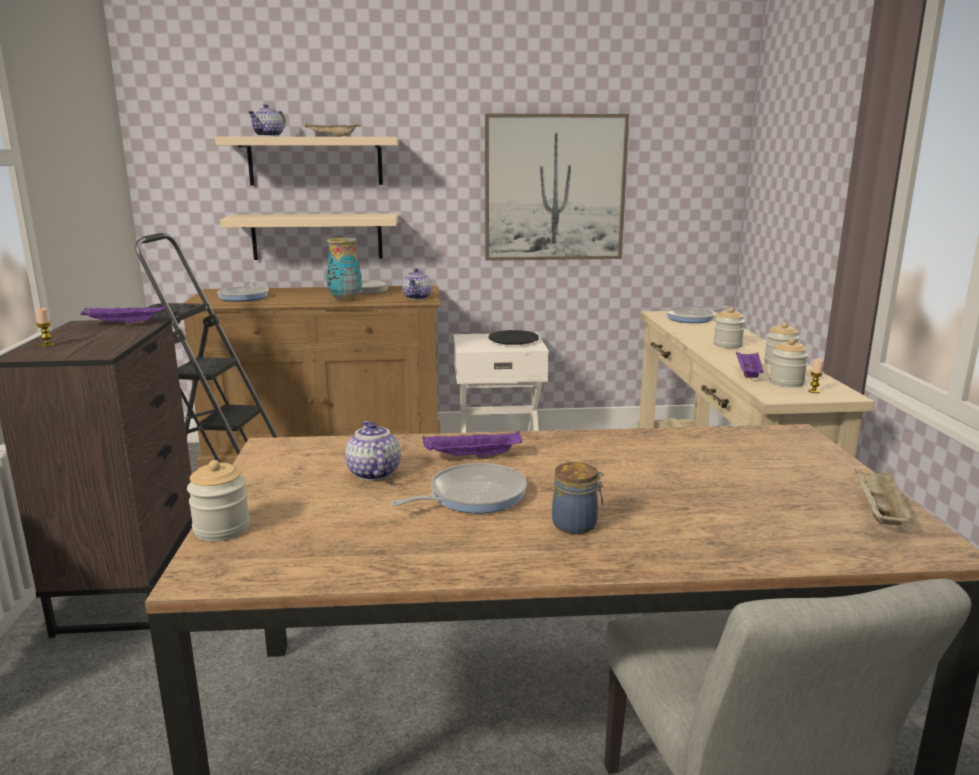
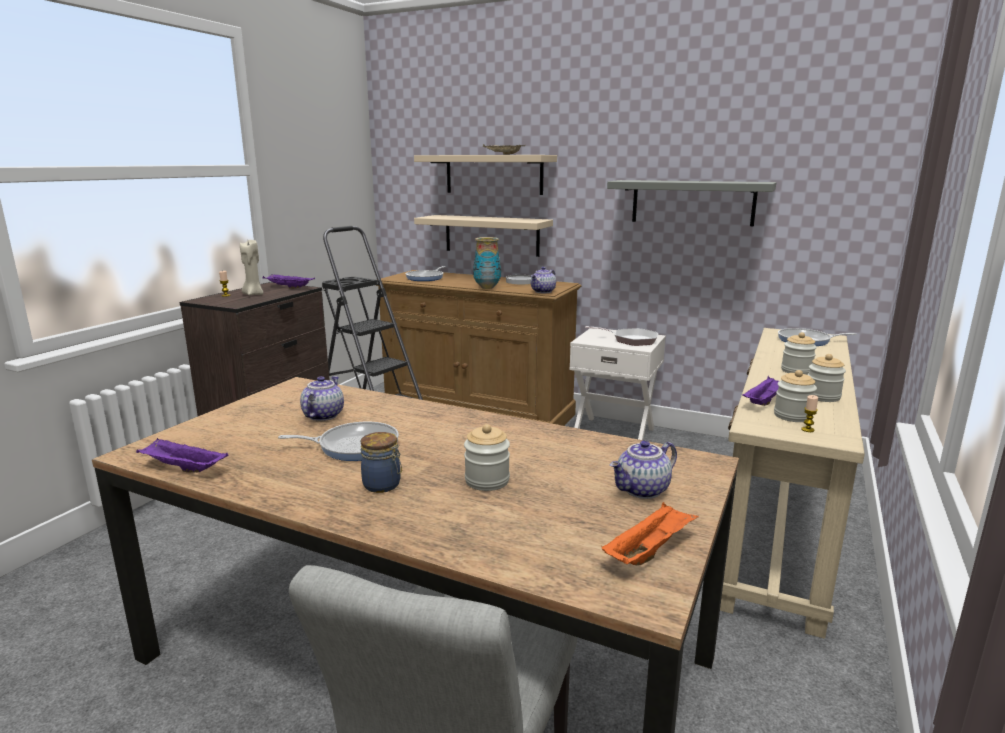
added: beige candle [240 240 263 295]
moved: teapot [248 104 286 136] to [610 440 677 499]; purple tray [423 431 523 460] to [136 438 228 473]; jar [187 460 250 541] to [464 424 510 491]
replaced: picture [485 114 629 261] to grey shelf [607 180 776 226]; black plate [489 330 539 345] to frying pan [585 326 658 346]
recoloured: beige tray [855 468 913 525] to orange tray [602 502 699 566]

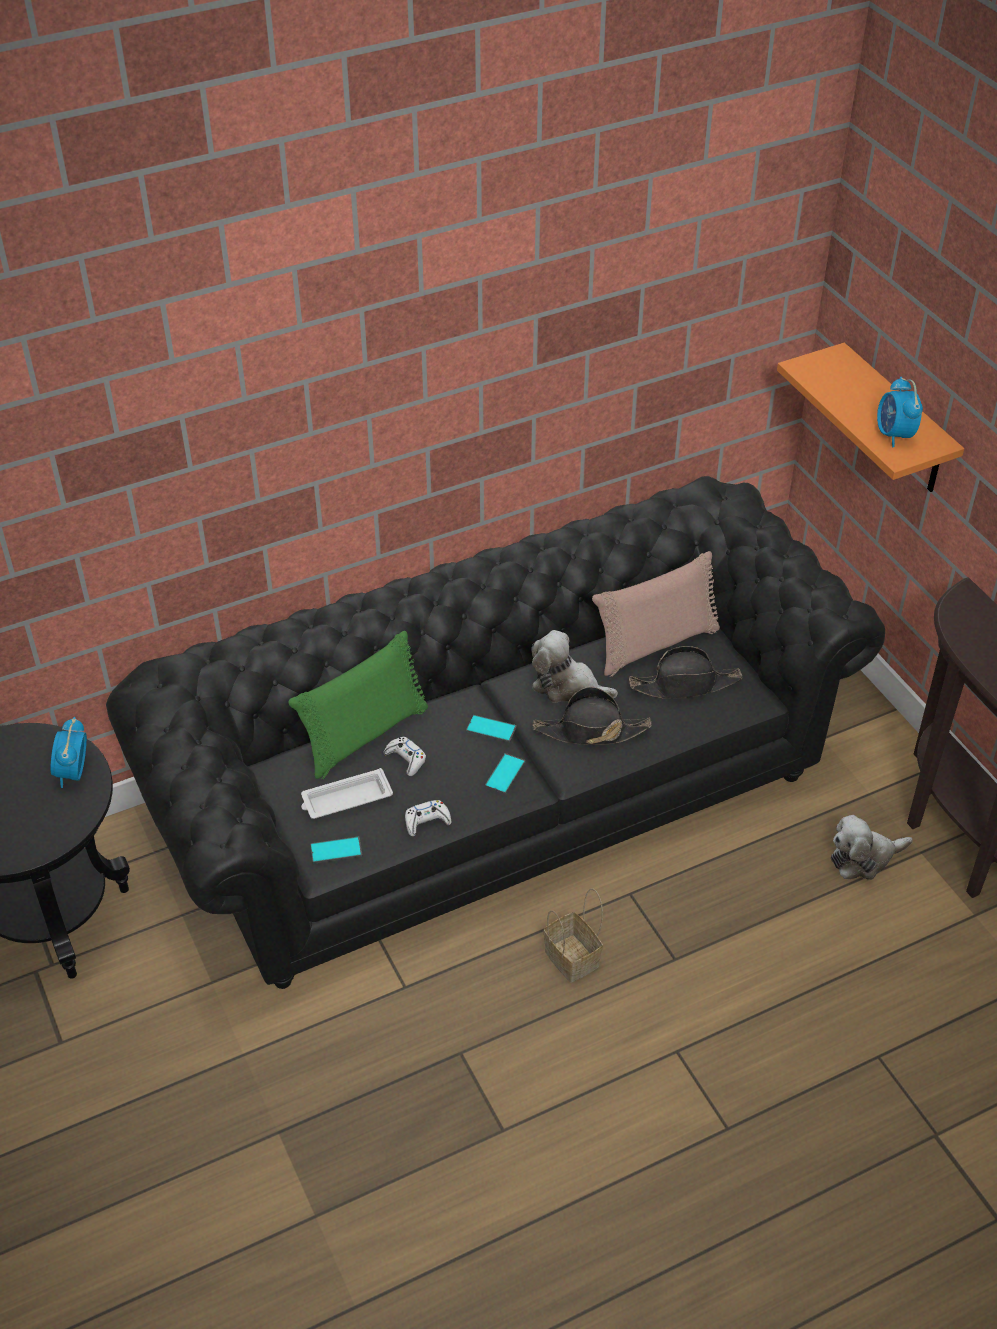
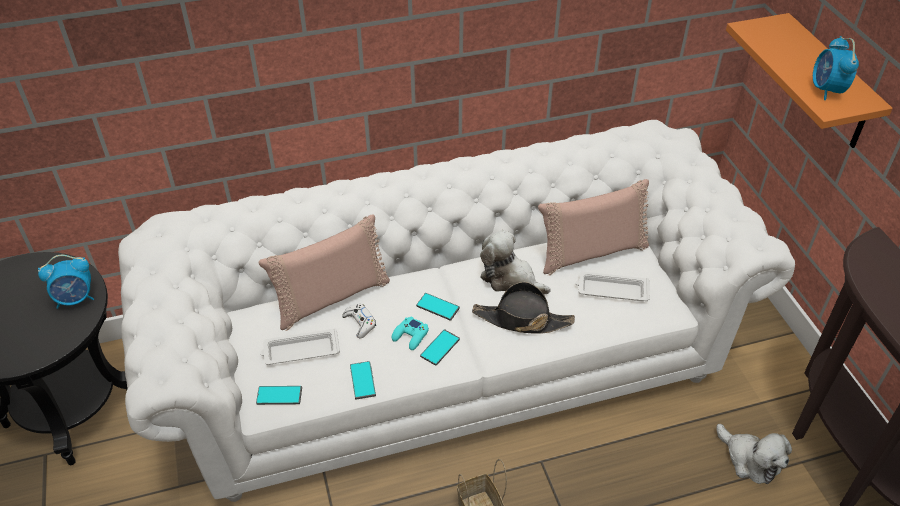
added: turquoise game controller [392 317 429 350]
replaced: black hat [629 646 743 698] to white tray [575 272 649 301]; white game controller [405 800 452 836] to phone [350 361 376 400]
recoloured: black sofa [106 476 885 989] to white sofa [118 120 795 502]; green pillow [288 631 428 779] to beige pillow [258 214 390 331]
turned: alarm clock [50 717 87 788] = [38 255 94 309] 120 degrees counterclockwise; plush toy [831 815 913 880] = [716 424 792 484] 120 degrees counterclockwise

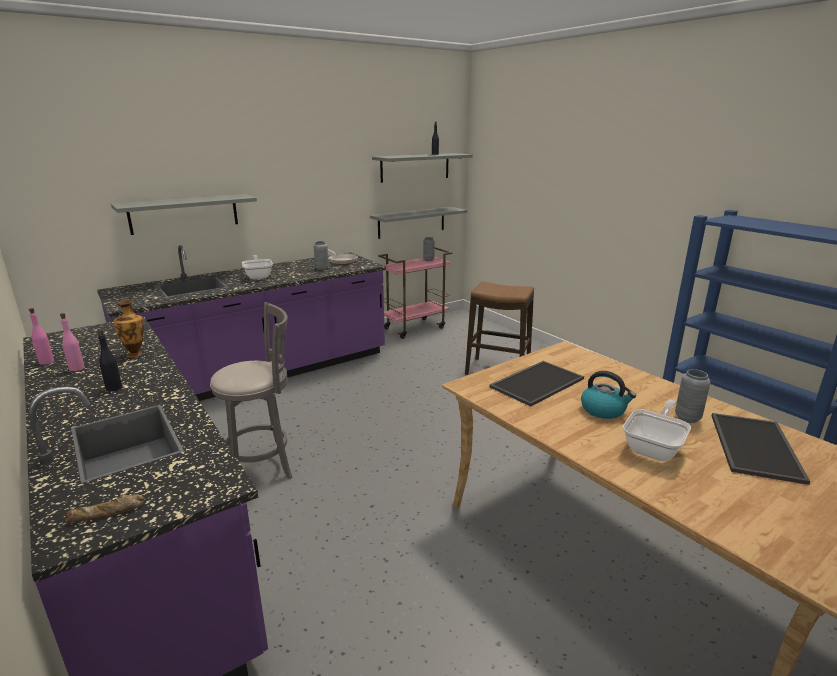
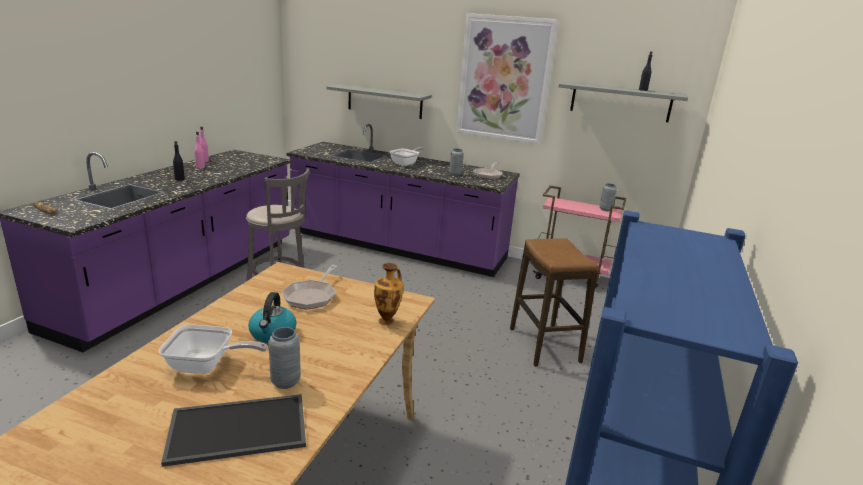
removed: grey shelf [370 207 467 239]
added: picture [456 13 558 144]
moved: vase [114 300 144 358] to [374 263 404 325]
replaced: tray [489 361 584 407] to frying pan [282 265 337 310]

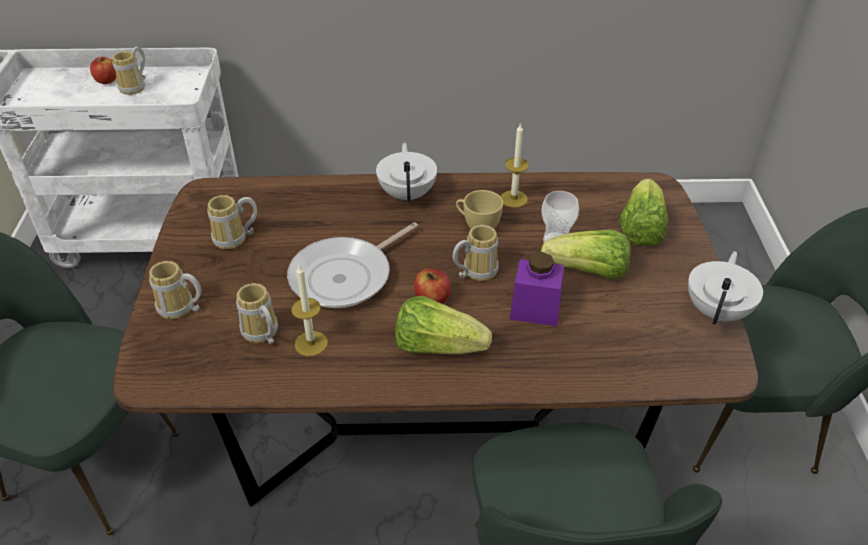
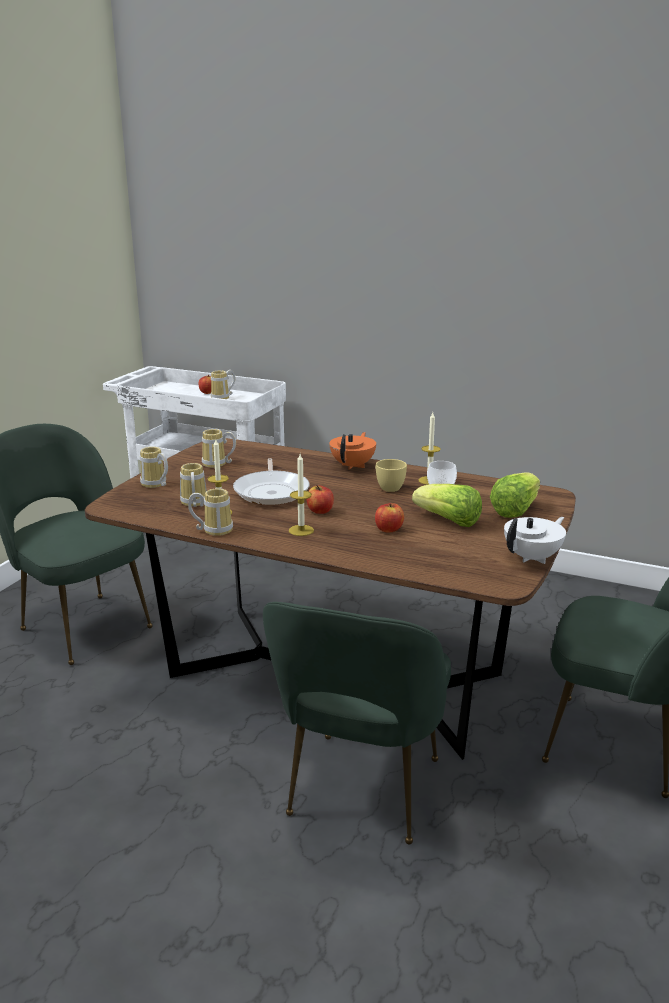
moved: mug [453 225 499 281] to [188 488 233 536]
replaced: purple jar [510 252 564 326] to apple [375 503 404 533]; lettuce [395 296 492 354] to candle [289 454 314 536]
recoloured: white teapot [376 142 437 204] to orange teapot [329 432 376 470]
turned: frying pan [287 222 418 308] = [233 458 310 505] 75 degrees counterclockwise

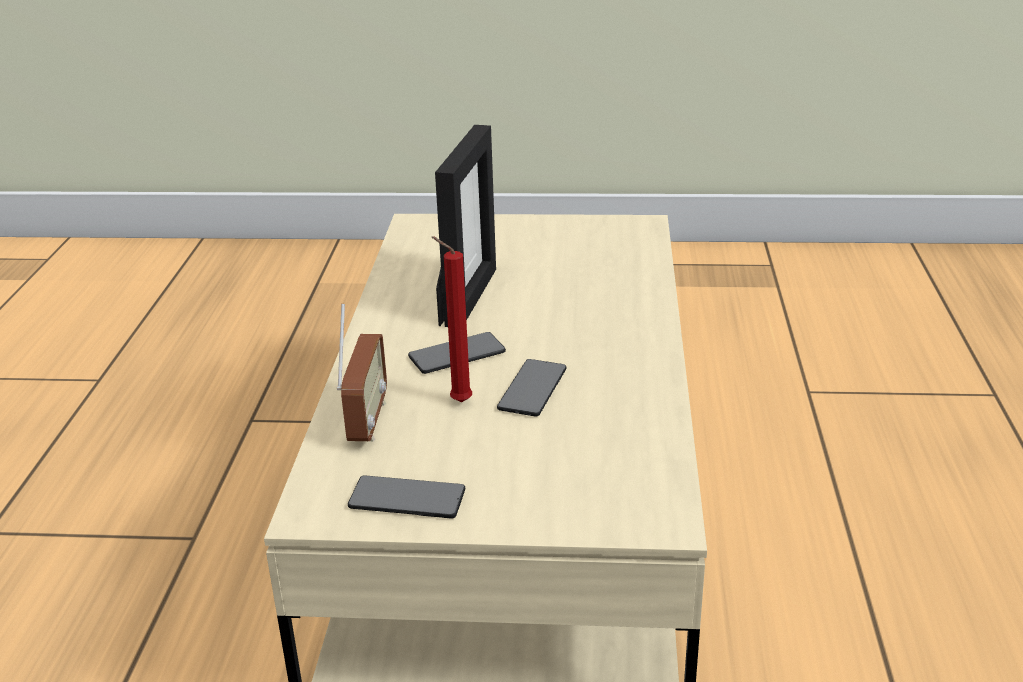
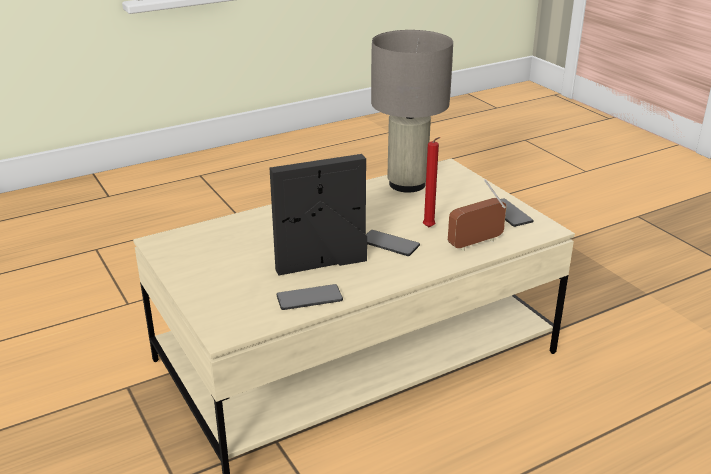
added: grey table lamp [371 30 453 193]
moved: phone [497 359 566 417] to [277 284 343 310]

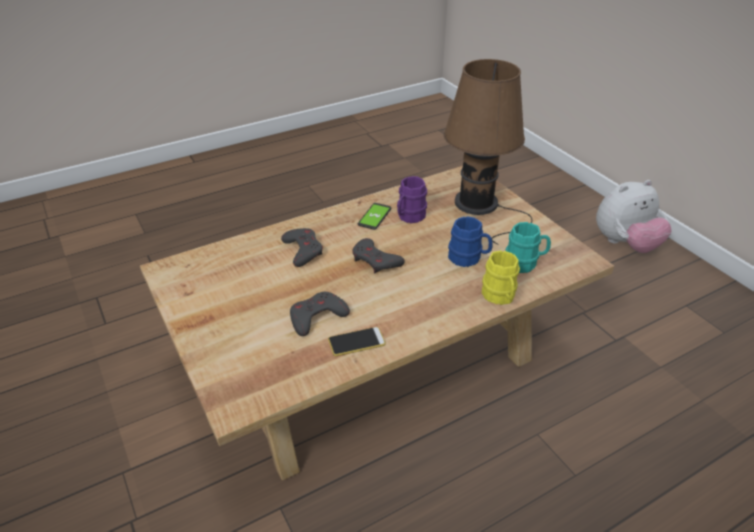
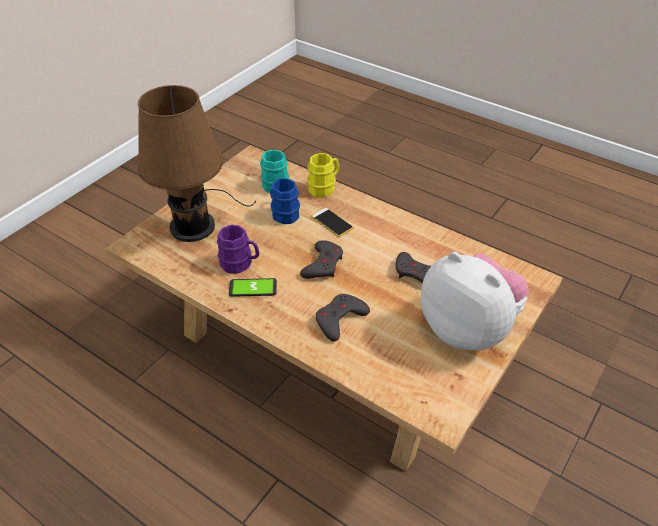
moved: plush toy [596 180 672 253] to [421 252 529 351]; phone [328 327 386 356] to [311 208 353 237]

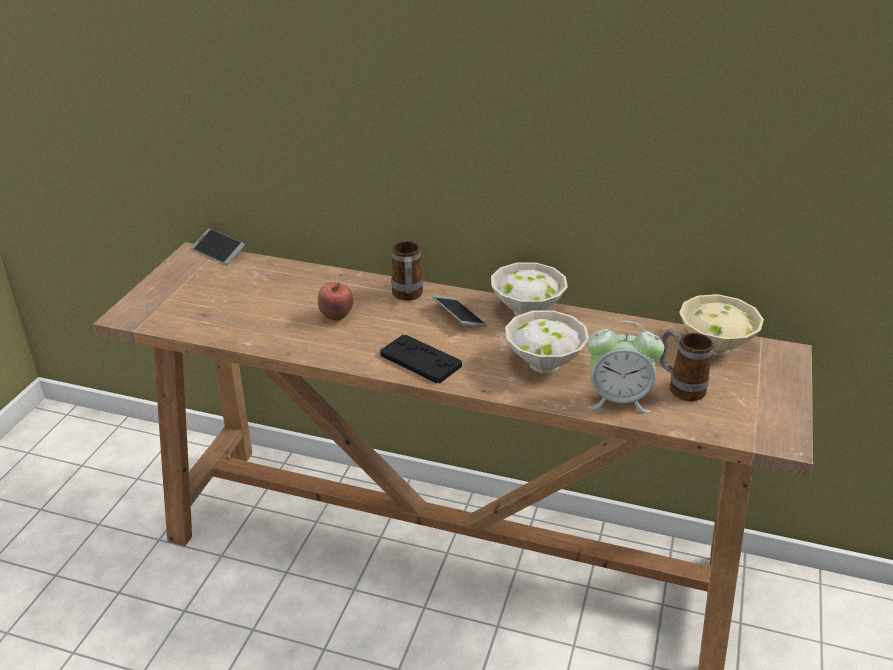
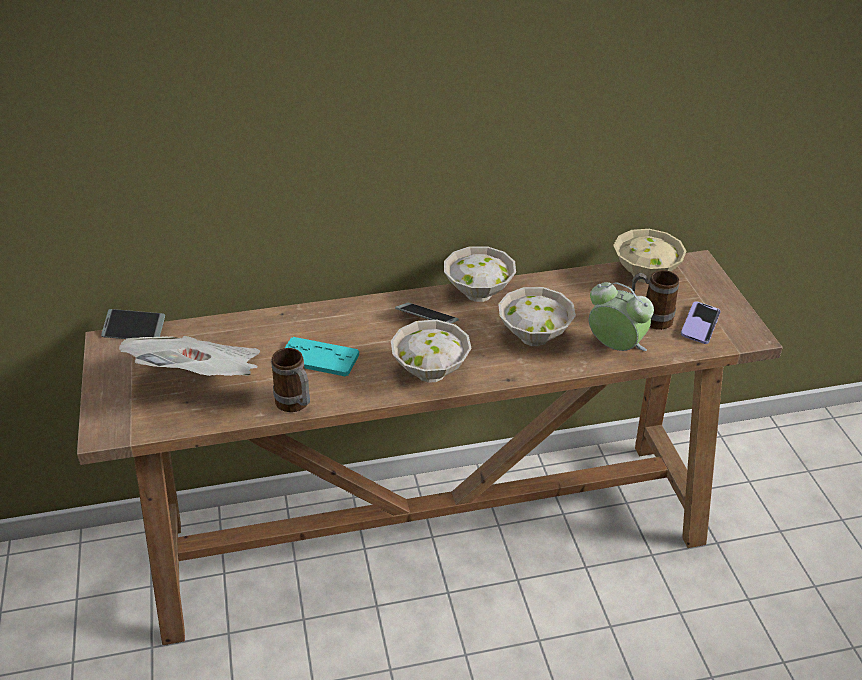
added: phone [681 301 720 344]; newspaper [119 336 260 376]
moved: mug [391 241 423 300] to [271 348 310 412]
replaced: apple [318 282 353 321] to turquoise game controller [285 337 359 377]; black game controller [380 334 462 383] to white bowl [391 320 472 383]
turned: alarm clock [587 321 664 413] = [589 282 654 351] 120 degrees counterclockwise

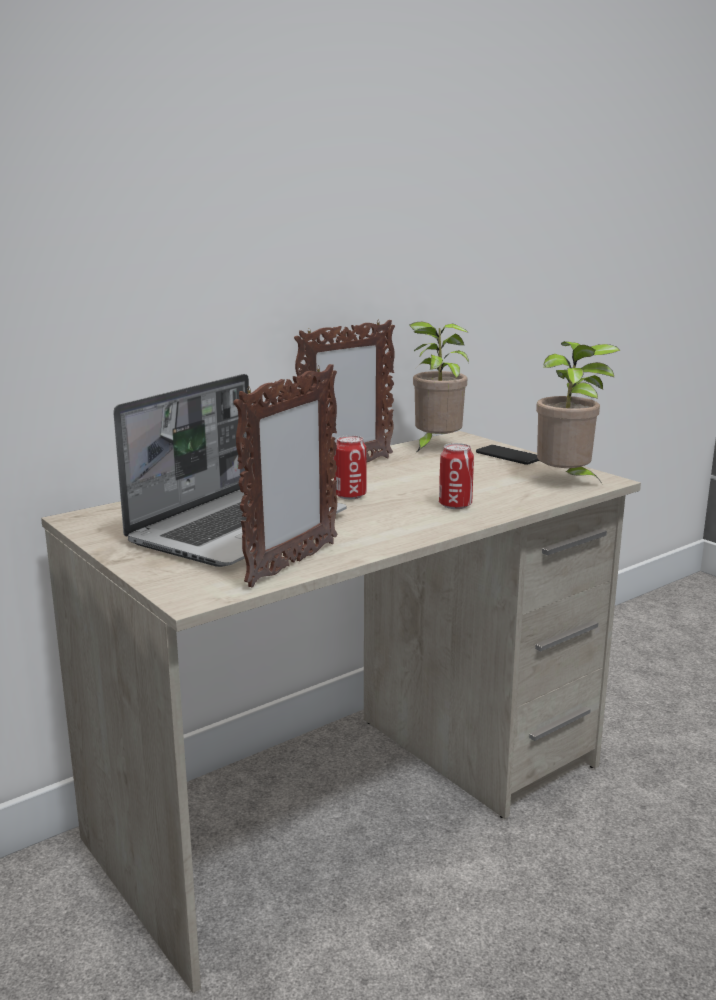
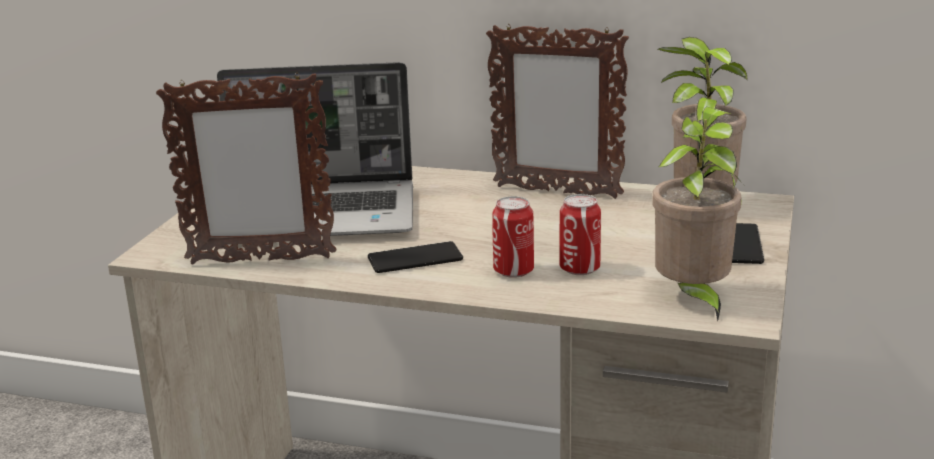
added: phone [368 241 463 273]
moved: can [334 435 366 499] to [559 194 601 275]

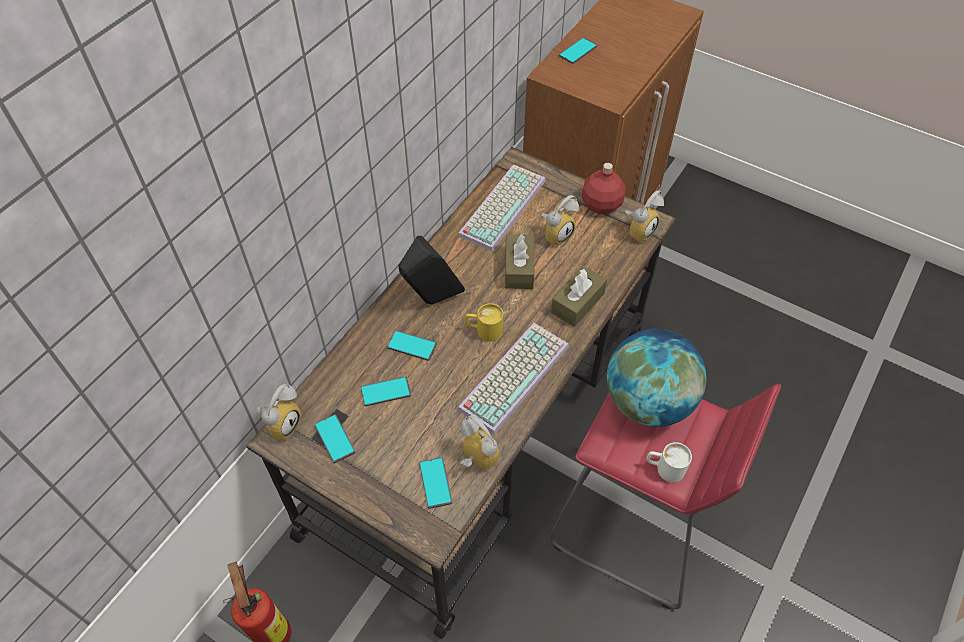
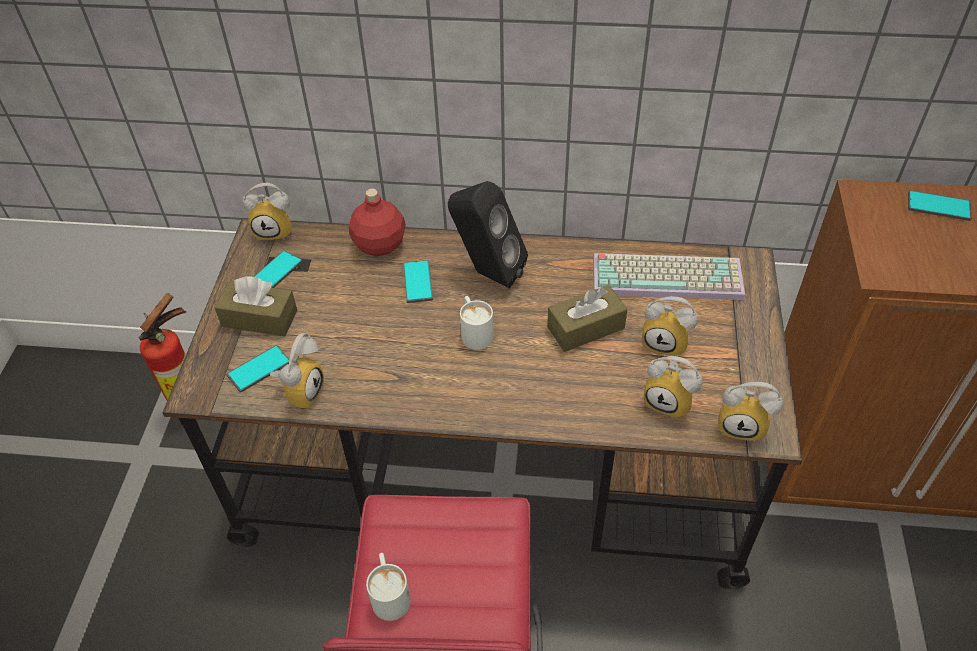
removed: keyboard [457 323 569 434]; globe [607 329 706 427]; phone [361 376 411 406]
added: alarm clock [644 356 703 419]
moved: red bottle [582 163 626 214] to [349 189 406 256]; brown tissue box [551 266 607 327] to [214 276 297 337]
recoloured: yellow mug [465 303 503 342] to white mug [460 296 494 350]

